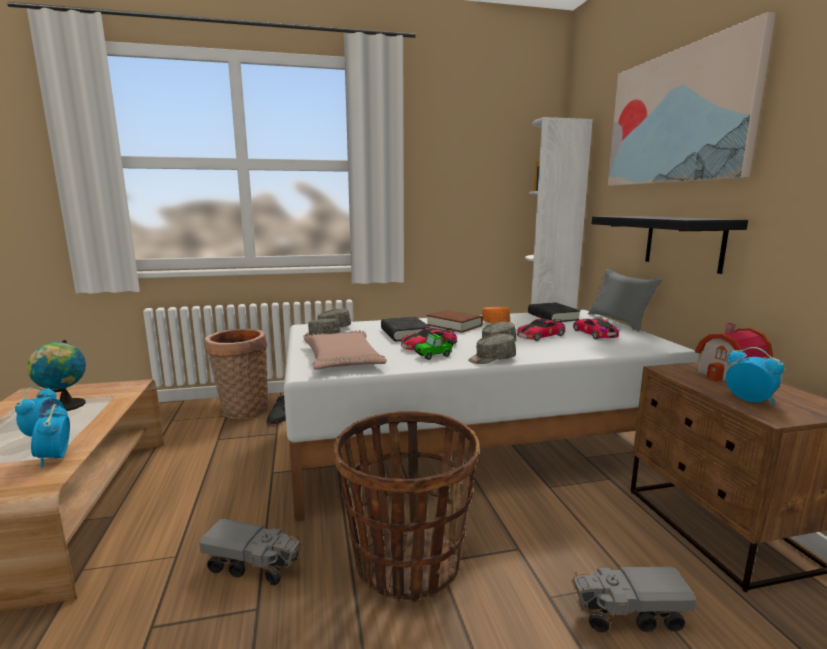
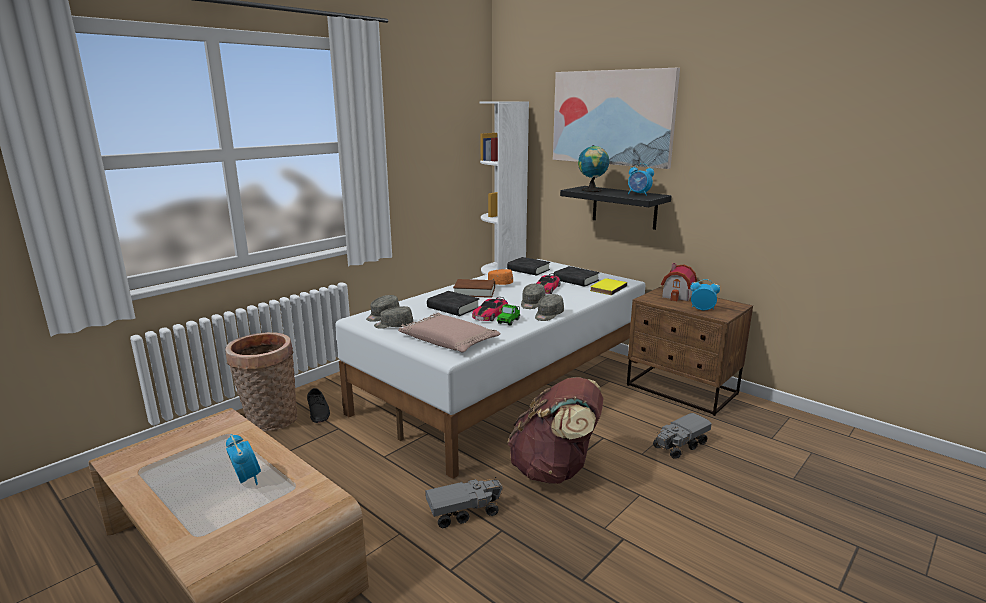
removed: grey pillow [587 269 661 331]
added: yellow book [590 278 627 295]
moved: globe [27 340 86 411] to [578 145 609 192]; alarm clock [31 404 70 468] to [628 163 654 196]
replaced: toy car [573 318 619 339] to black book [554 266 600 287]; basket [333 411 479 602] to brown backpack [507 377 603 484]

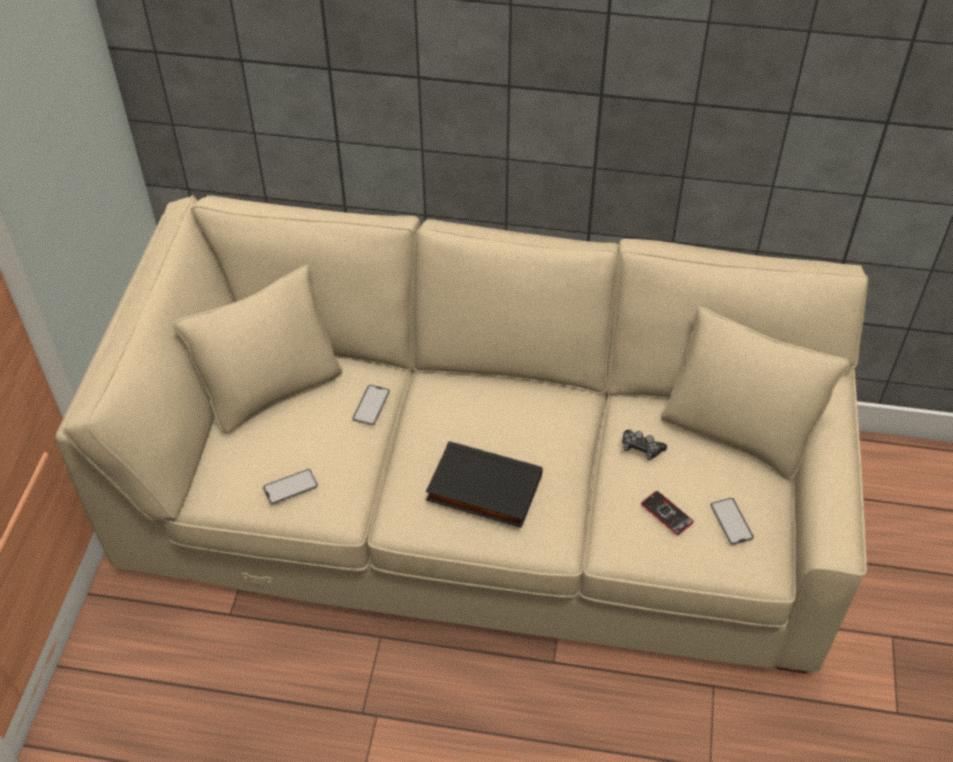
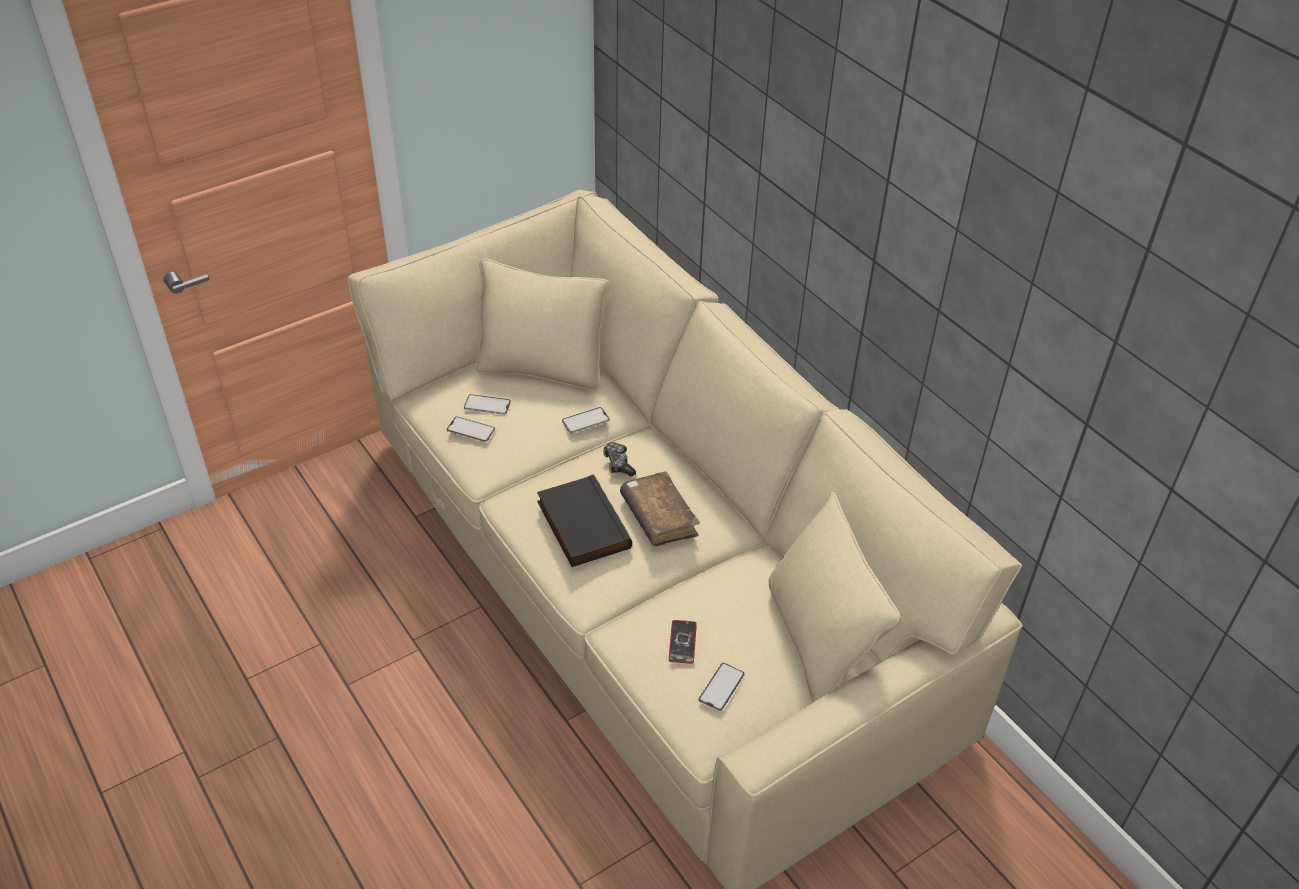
added: phone [464 394 511 415]; brown book [620 471 700 546]
moved: game controller [622 430 667 460] to [603 442 636 476]

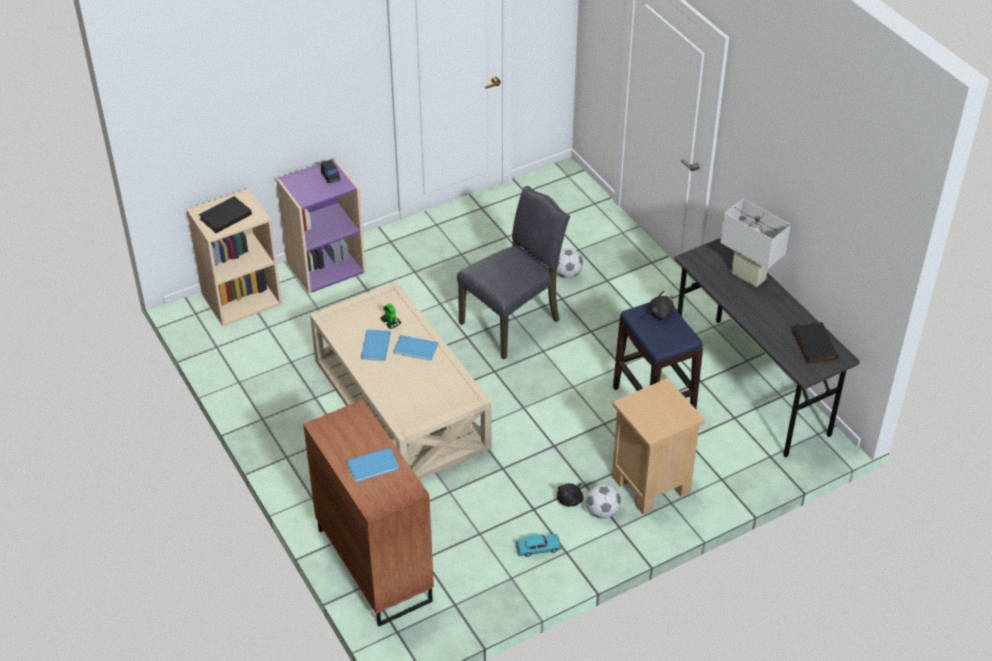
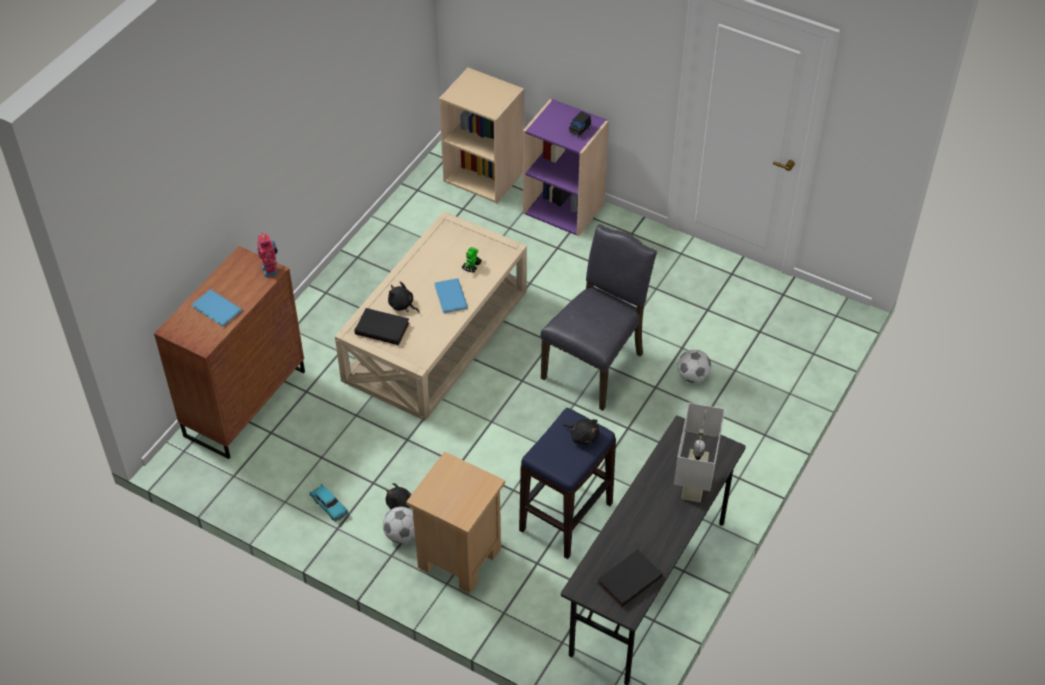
removed: blue book [361 329 391 361]
added: toy robot [257 233 278 277]; black plush toy [388 282 420 313]
moved: black book [199 196 252 233] to [355 308 409 345]
turned: grey chair [457 186 570 360] = [540 224 657 411] 75 degrees counterclockwise

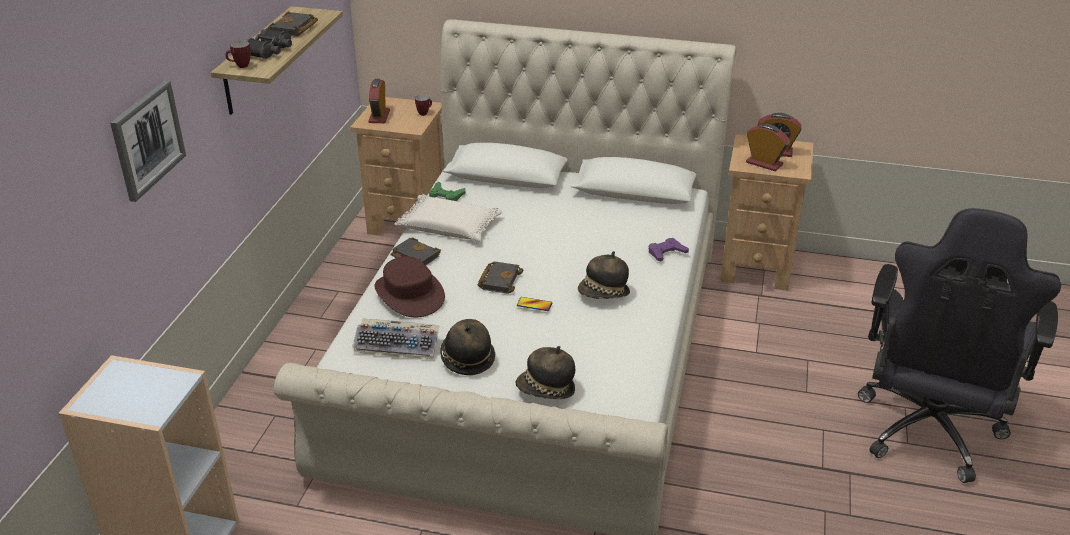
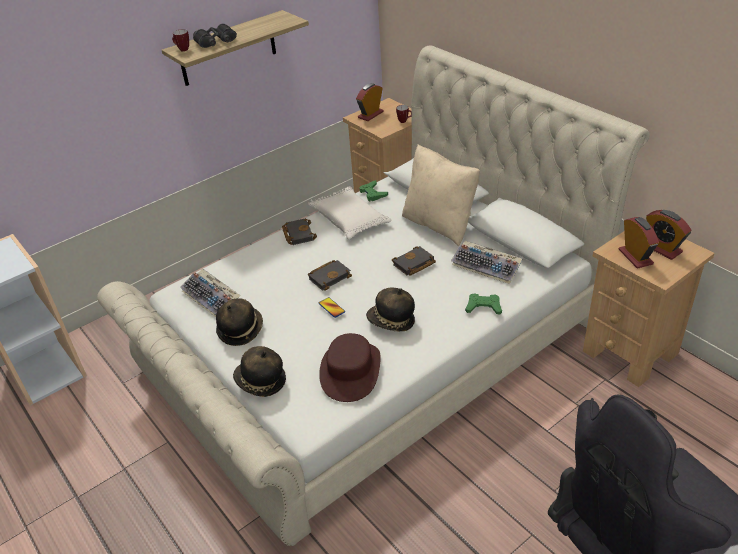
removed: picture [110 80 186 202]
added: beige pillow [402 144 480 246]; keyboard [451 241 522 284]
moved: black book [267 11 318 36] to [392 246 436 276]; brown hat [374 256 445 317] to [319 333 381 402]
recoloured: purple game controller [649 238 689 262] to green game controller [465 293 502 315]

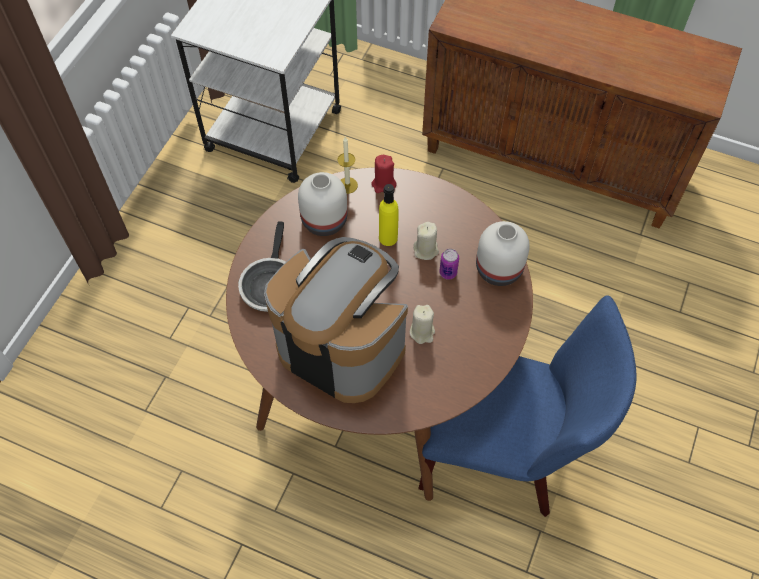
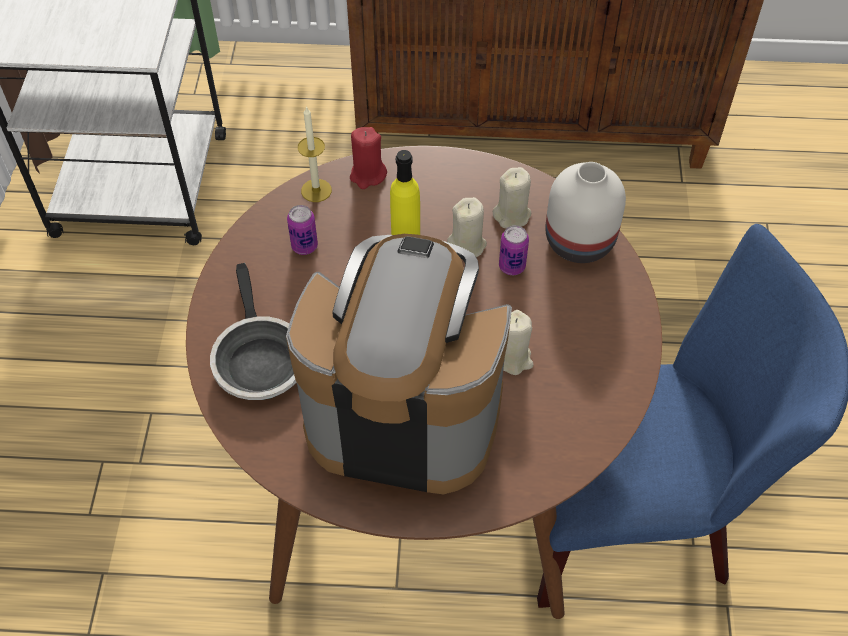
added: beige candle [493 167 531 228]
replaced: white vase [298 172 348 236] to can [287 205 318 255]

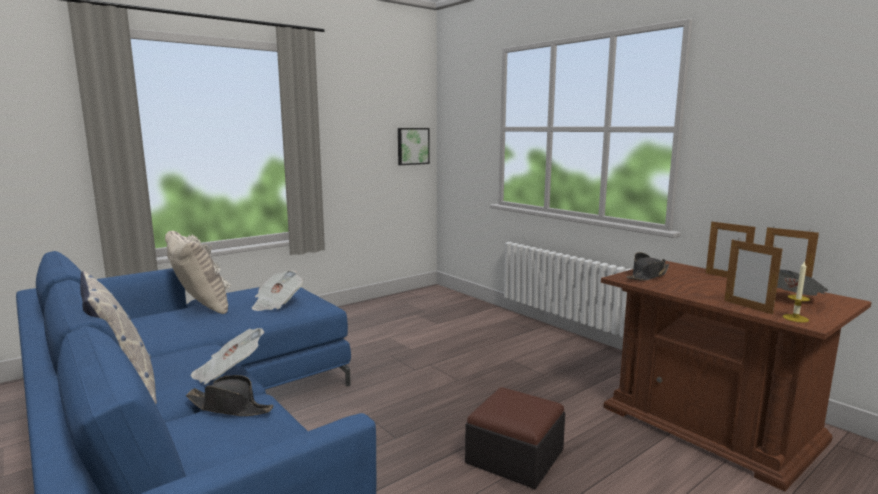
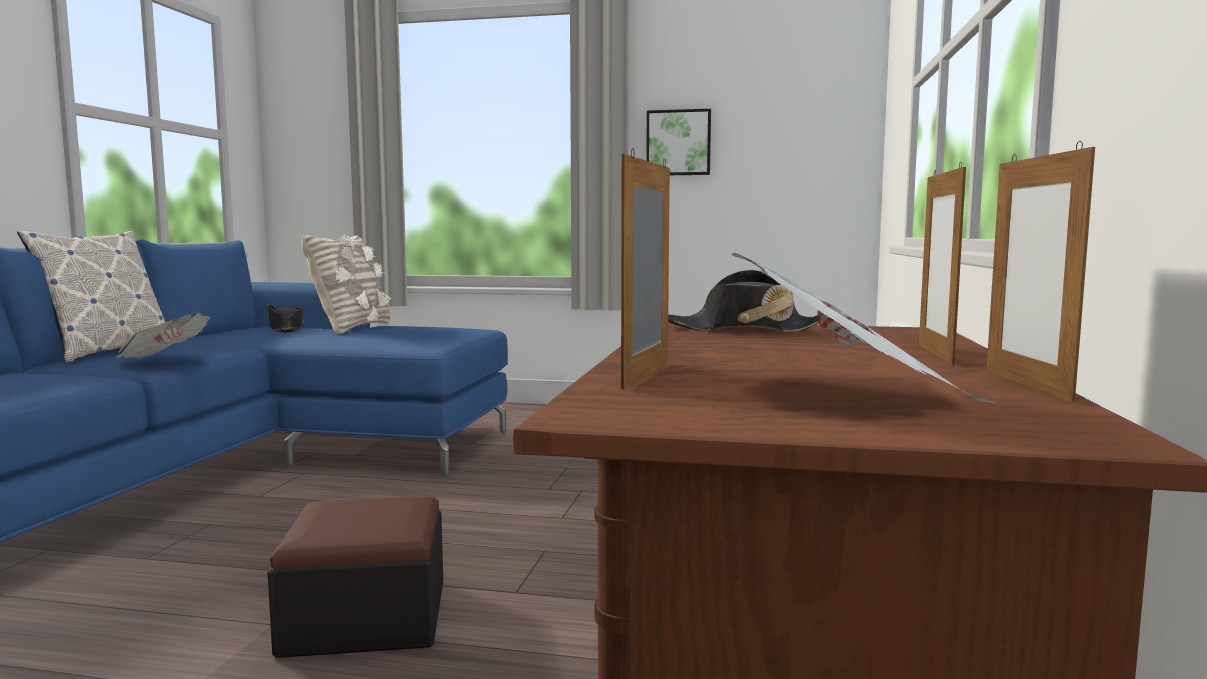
removed: candle [783 260 810 323]; newspaper [251 270 303 311]
moved: picture [398 128 430 165] to [646 109 711 175]; black hat [186 375 274 416] to [268 304 304 332]

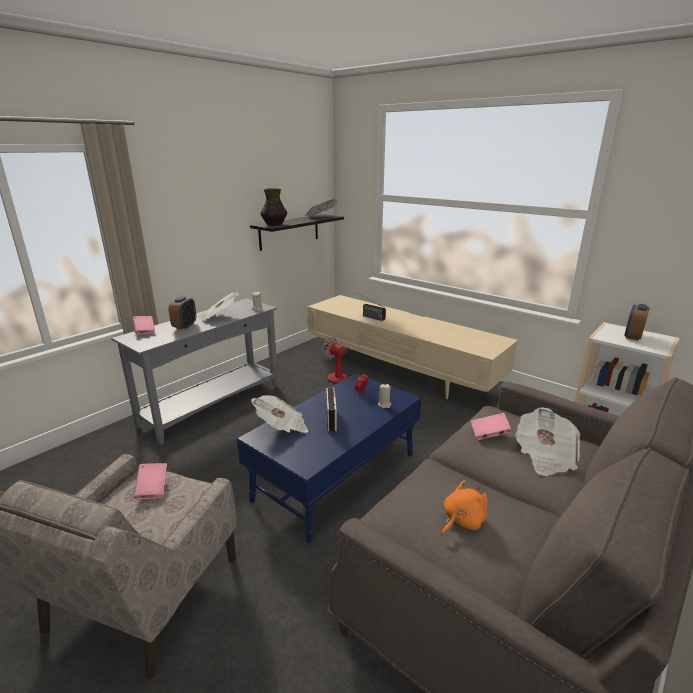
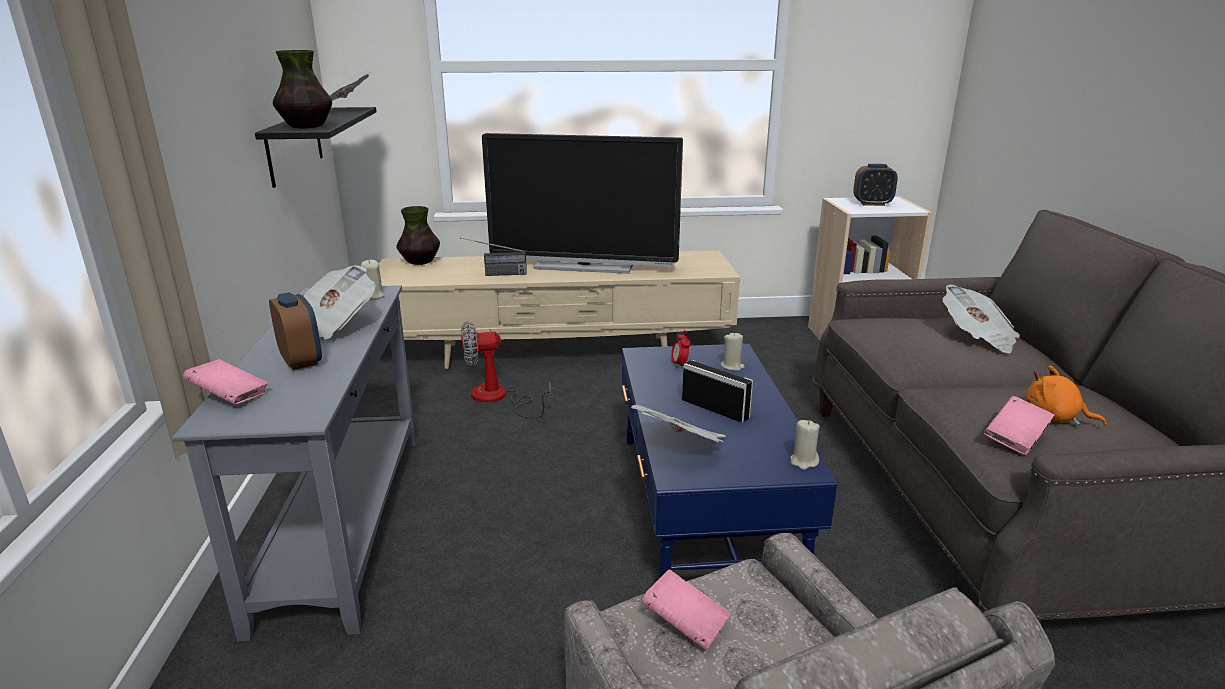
added: television [482 133 683 274]; vase [397 206 440 265]; beige candle [791 420 820 470]
moved: pink book [471 413 511 440] to [984 396 1055 455]
turned: alarm clock [624 304 650 341] = [853 164 898 206] 75 degrees counterclockwise; orange plush toy [441 480 487 535] = [1025 366 1107 426] 60 degrees counterclockwise

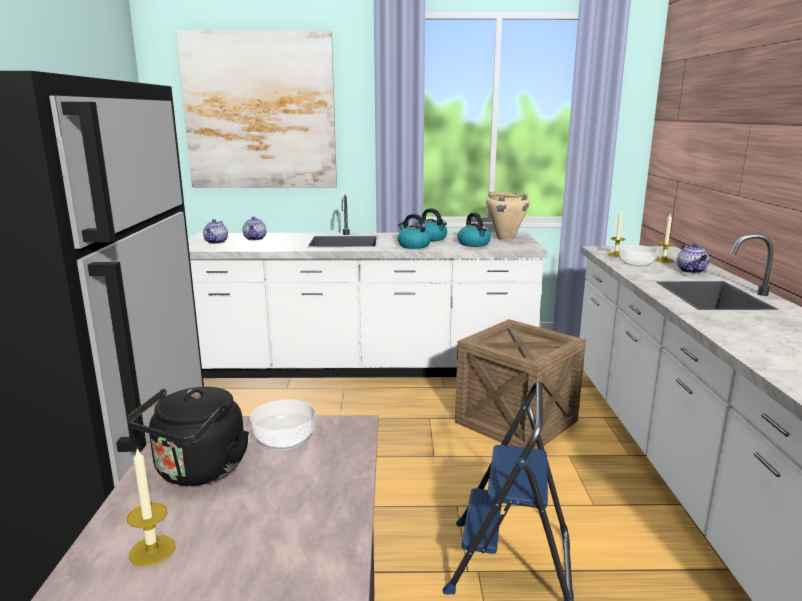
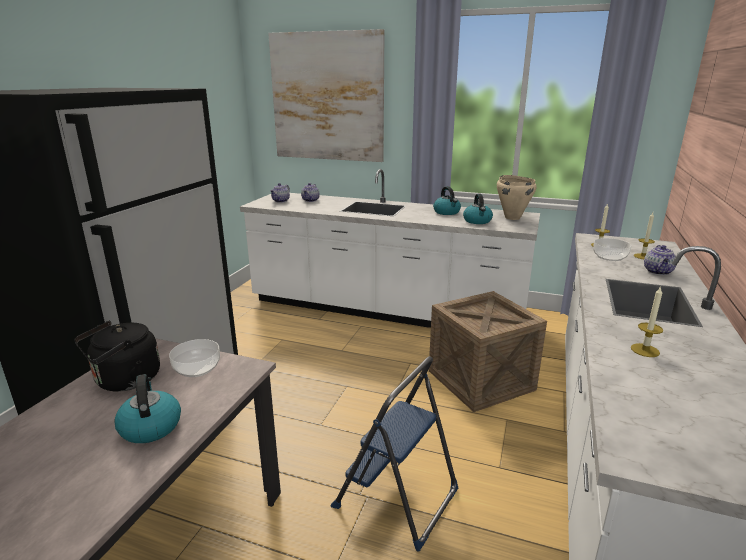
moved: kettle [397 214 431 249] to [114 374 181 443]; candle [127 447 175 566] to [631 286 663 357]

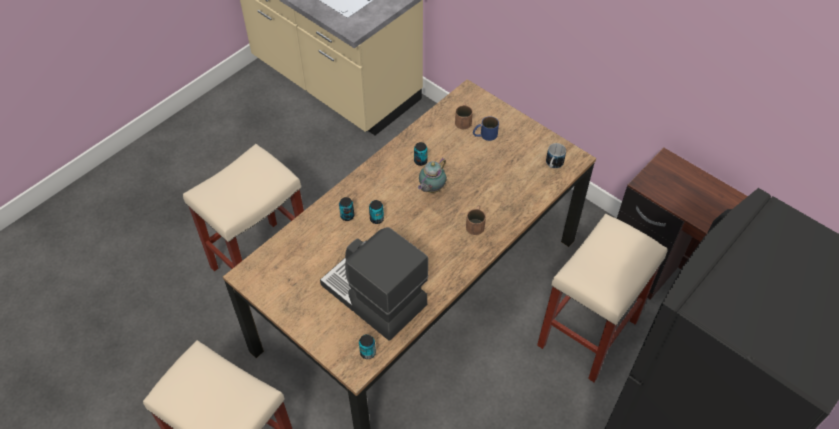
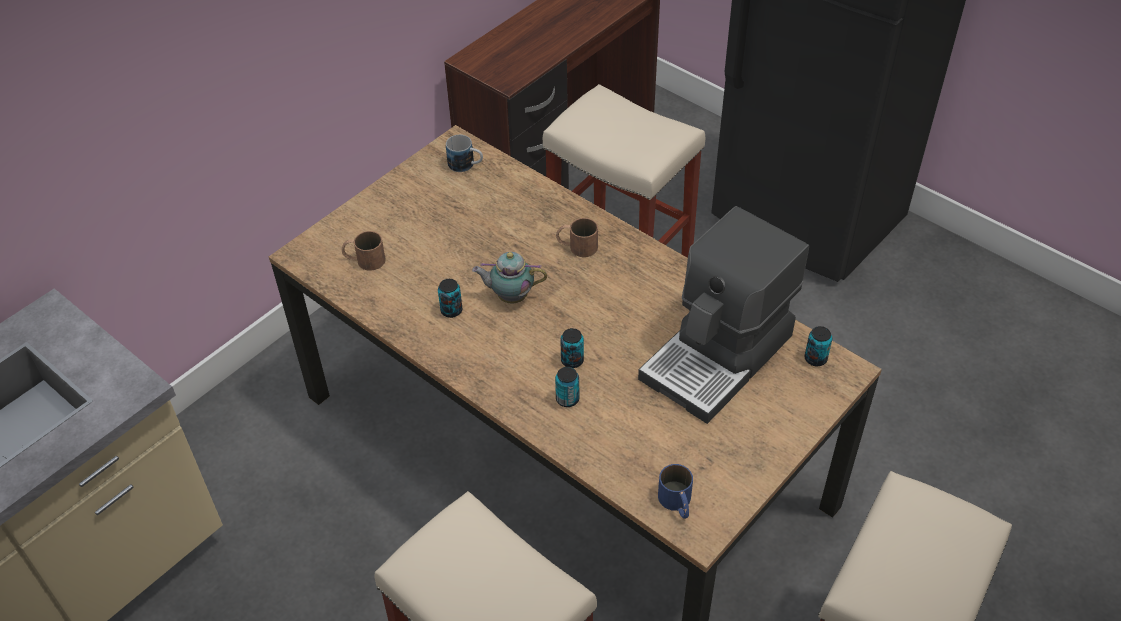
moved: blue mug [473 116 499 141] to [658 464 693 519]
turned: teapot [418 158 447 193] = [472 252 547 303] 150 degrees clockwise

